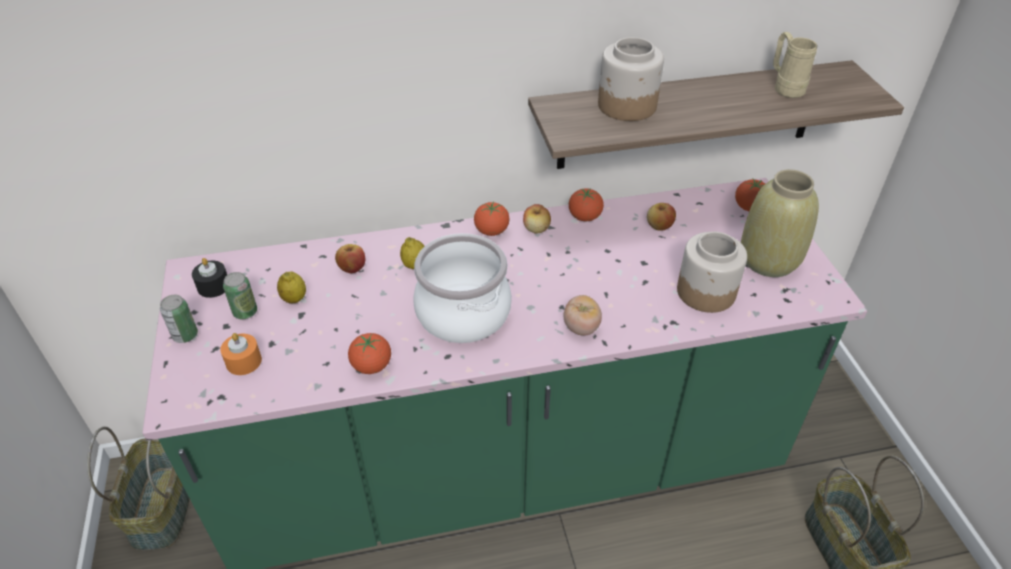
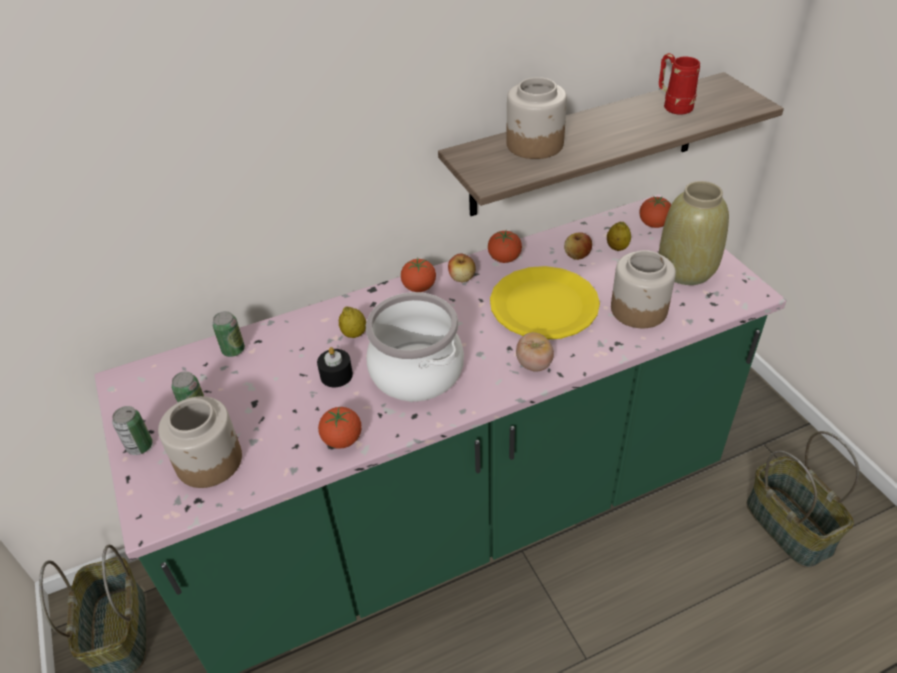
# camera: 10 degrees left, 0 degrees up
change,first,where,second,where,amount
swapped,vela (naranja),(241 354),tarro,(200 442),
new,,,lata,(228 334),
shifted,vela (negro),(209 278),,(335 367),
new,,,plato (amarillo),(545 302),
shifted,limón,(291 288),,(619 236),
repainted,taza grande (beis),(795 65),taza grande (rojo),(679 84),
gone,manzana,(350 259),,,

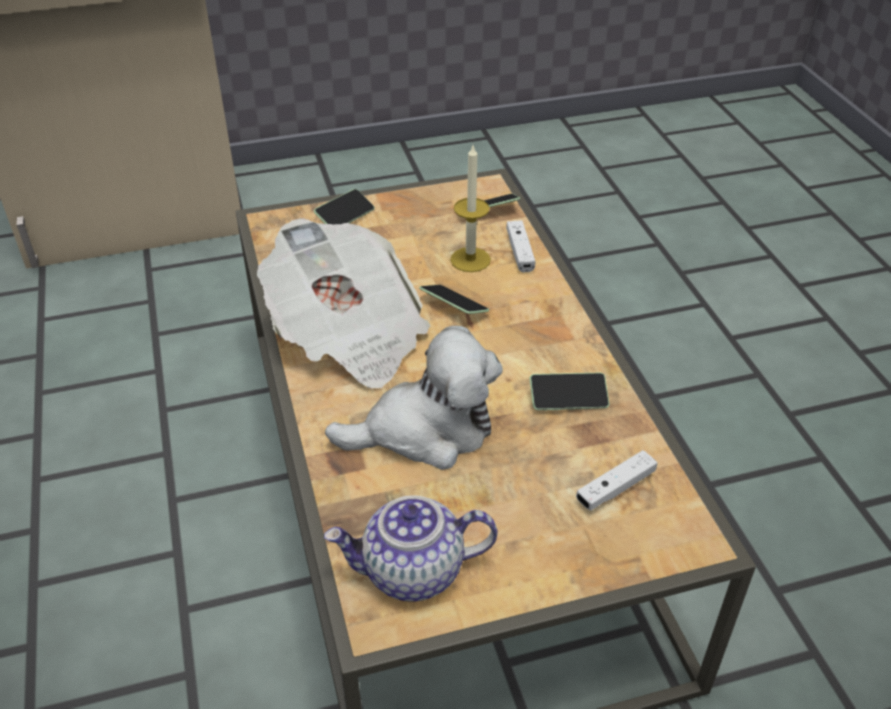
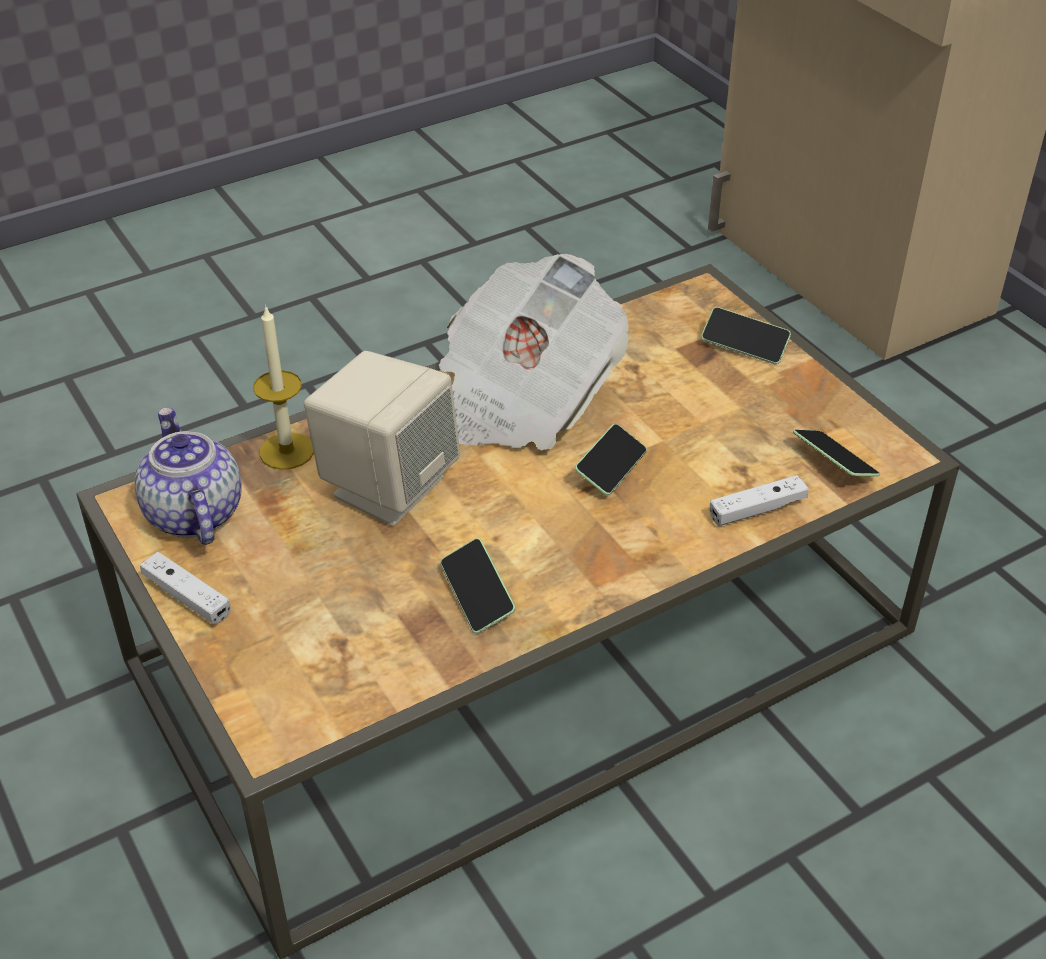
# camera: 75 degrees right, 0 degrees up
change,first,where,second,where,amount
shifted,mando de consola (blanco),(616 480),,(185 588),
shifted,vela,(470 209),,(283 387),
swapped,peluche,(414 398),altavoz (beis),(382 438),

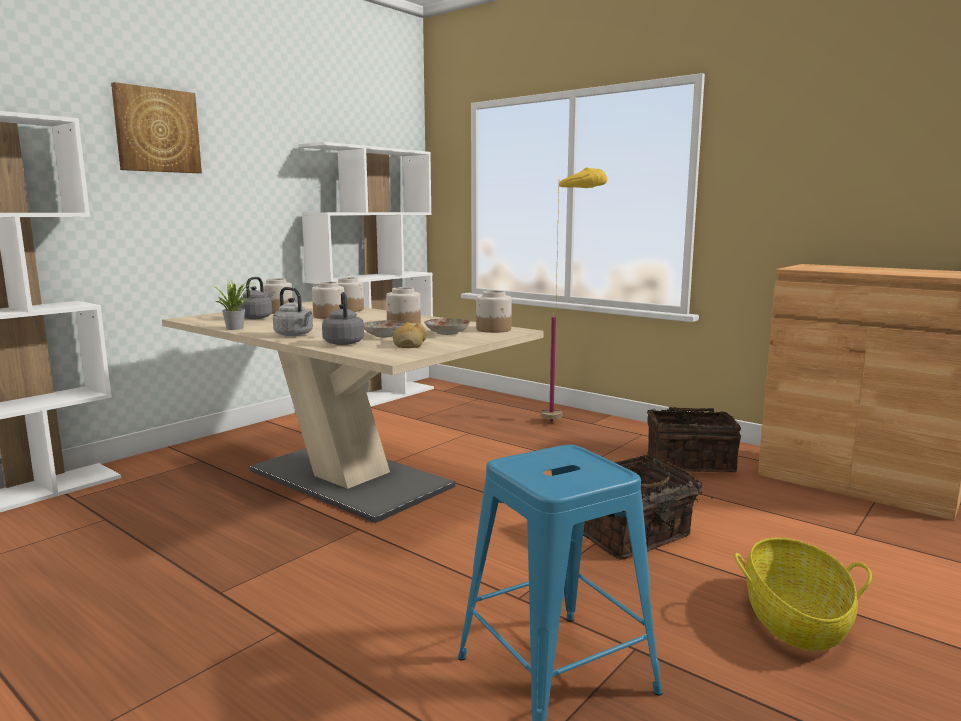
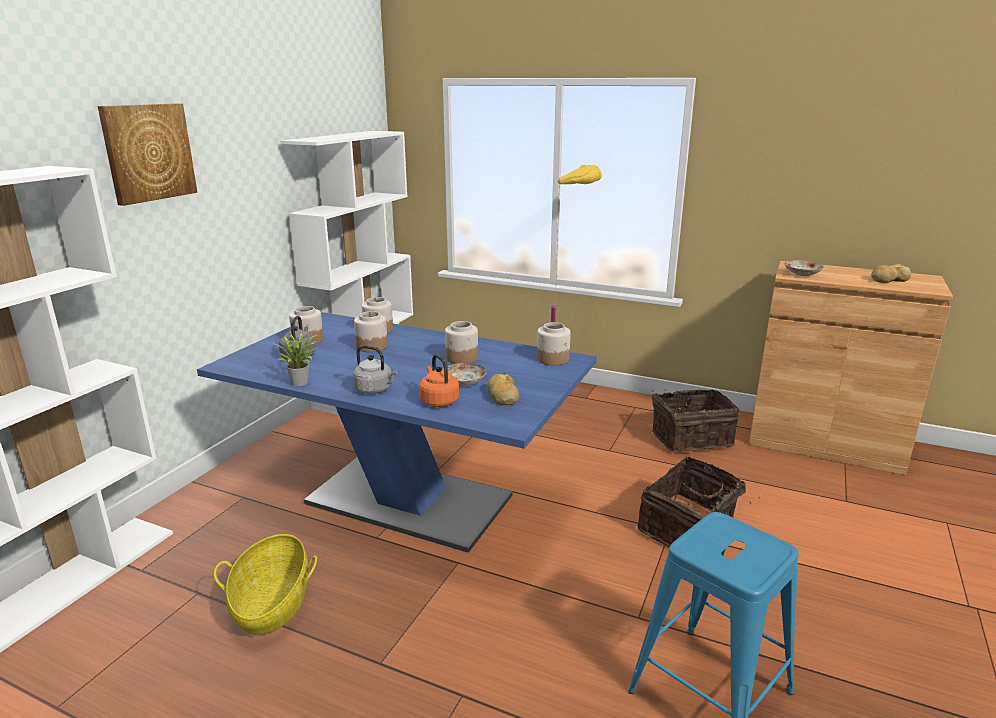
# camera: 15 degrees left, 10 degrees up
change,first,where,second,where,amount
repainted,mesa de comedor (beis),(352 412),mesa de comedor (azul),(397 432),
shifted,cesta,(803 594),,(265 584),
repainted,hervidor (gris),(343 318),hervidor (naranja),(439 380),
shifted,plato,(447 326),,(804 268),
new,,,pan,(891 273),

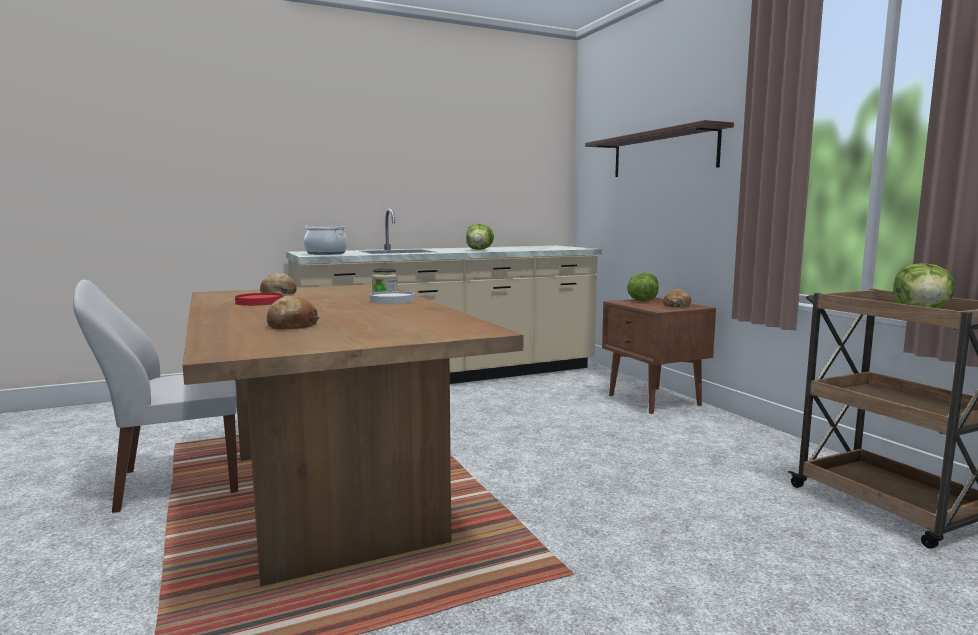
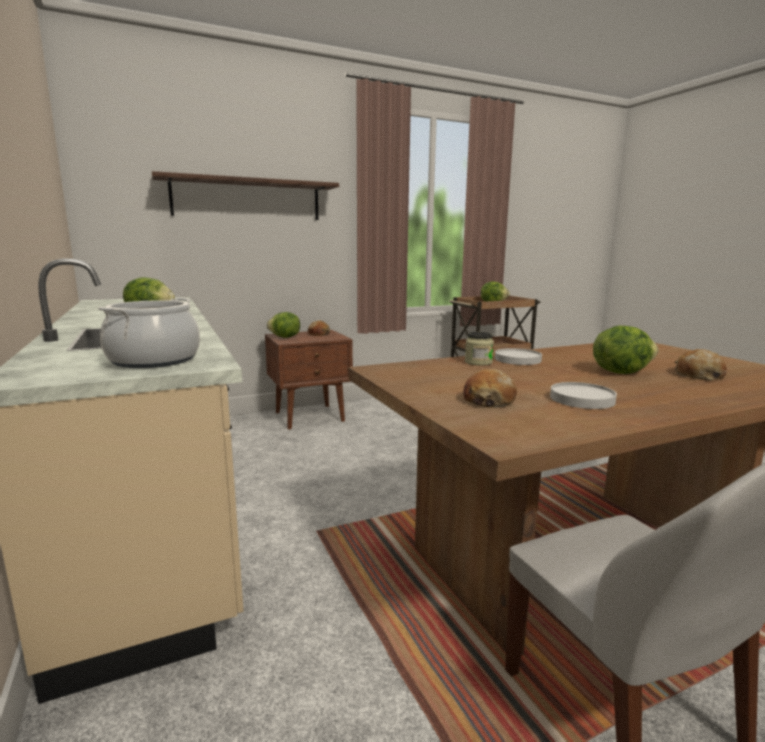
# camera: 90 degrees left, 5 degrees up
change,first,where,second,where,amount
repainted,plato (rojo),(259 299),plato (blanco),(583 395),
new,,,lechuga,(625 350),

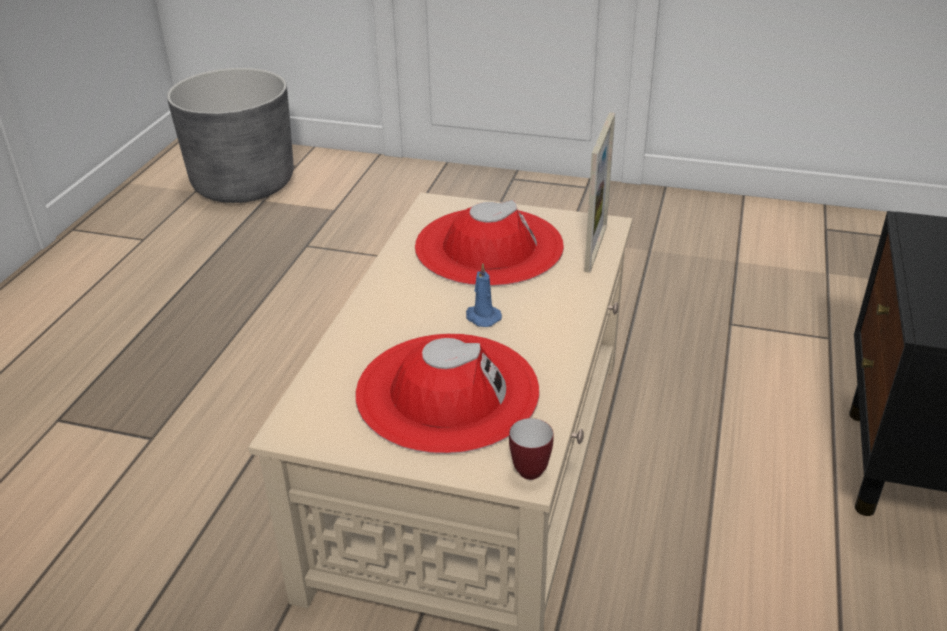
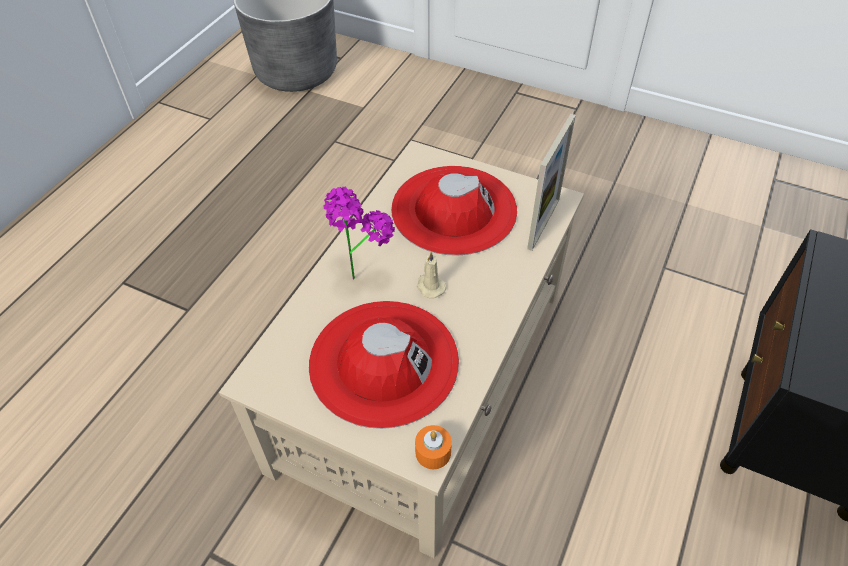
# camera: 10 degrees right, 15 degrees up
change,first,where,second,where,amount
new,,,planta en maceta,(359 233),
swapped,taza grande,(531 449),vela (naranja),(433 447),
repainted,vela (azul),(484 295),vela (beis),(431 275),

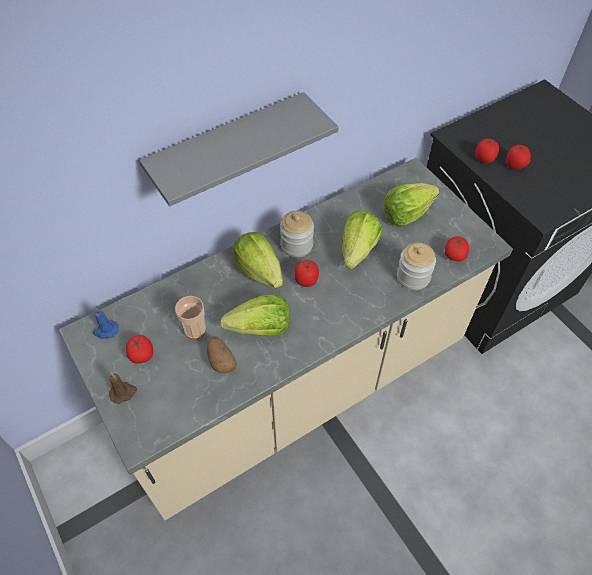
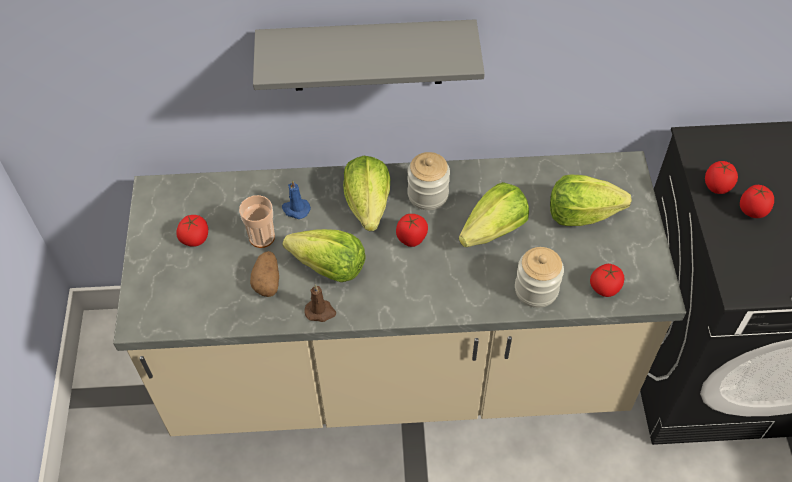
# camera: 30 degrees right, 0 degrees up
change,first,where,second,where,amount
shifted,vela (azul),(106 323),,(296 199),
shifted,vela (marrón),(123 388),,(320 303),

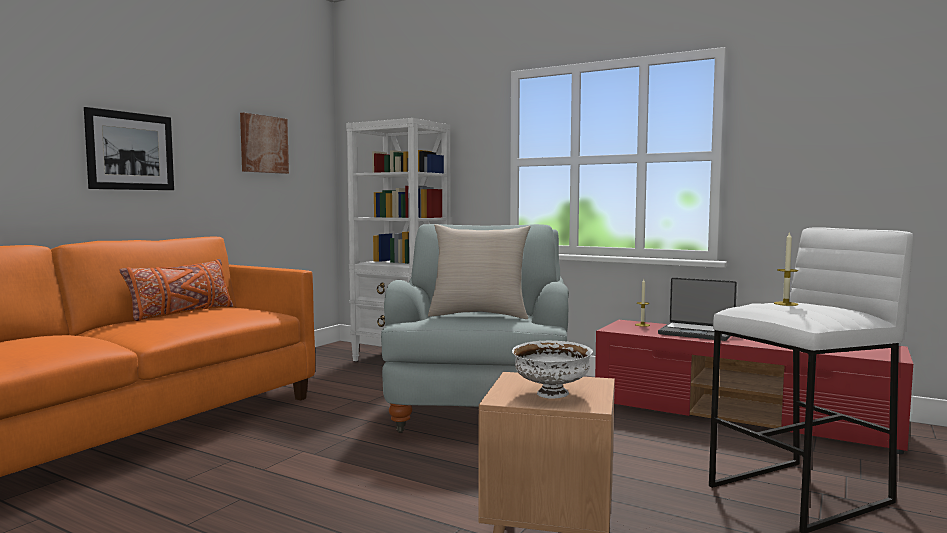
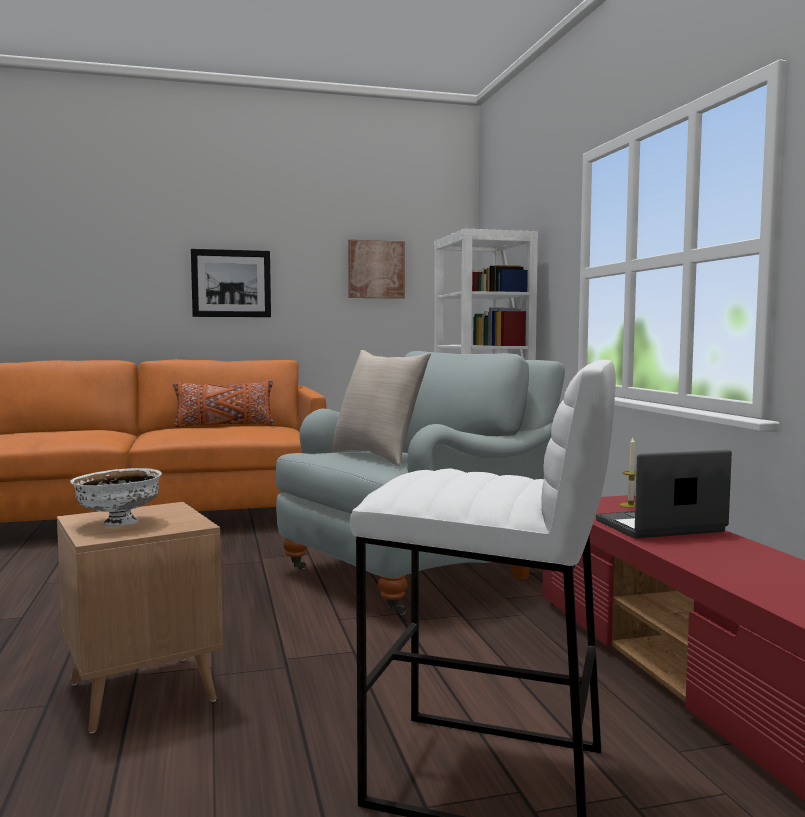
# camera: 45 degrees right, 0 degrees up
change,first,where,second,where,amount
rotated,portátil,(697 309),,(664 494),90 degrees clockwise
gone,vela,(786 268),,,

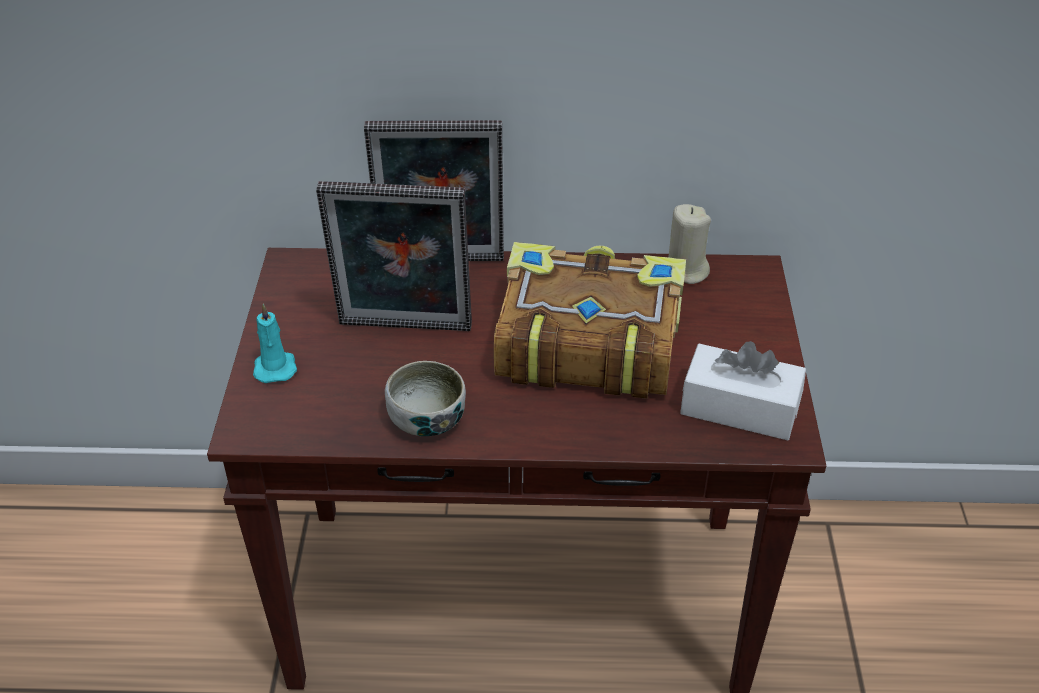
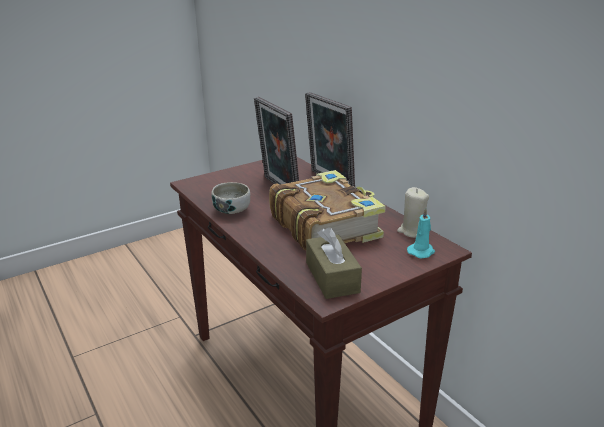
# camera: 55 degrees right, 15 degrees down
change,first,where,second,where,amount
repainted,caja de pañuelos (blanco),(743 390),caja de pañuelos (marrón),(334 263),
shifted,vela (turquesa),(275 343),,(421 233),

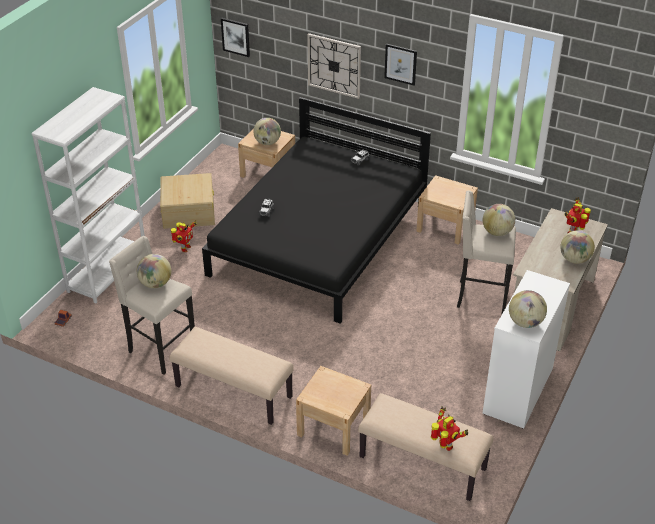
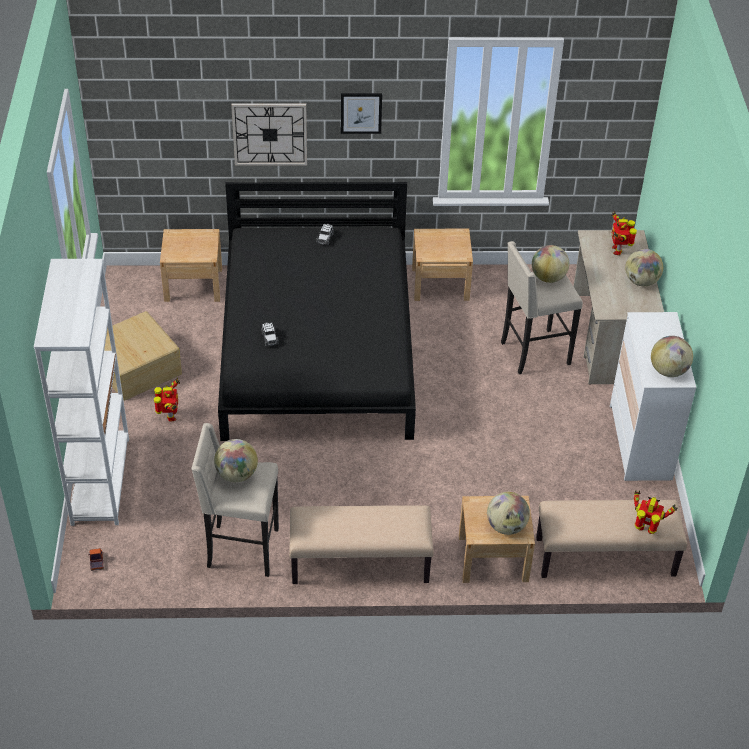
# camera: 30 degrees left, 5 degrees up
change,first,where,second,where,amount
shifted,globo terráqueo,(267 131),,(508 513),
gone,cuadro,(235 37),,,

